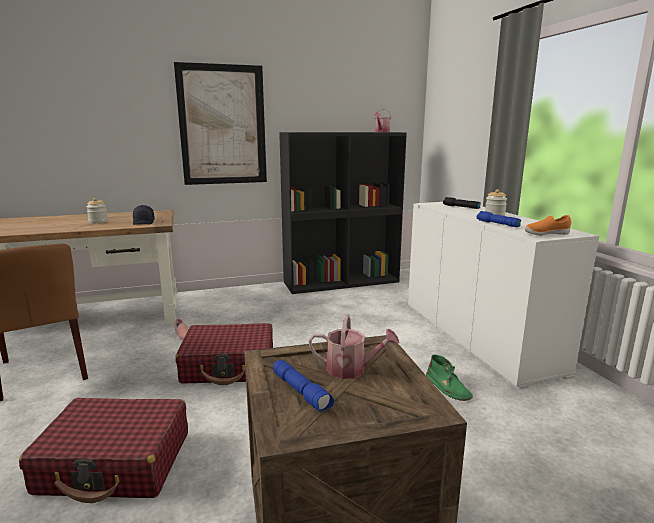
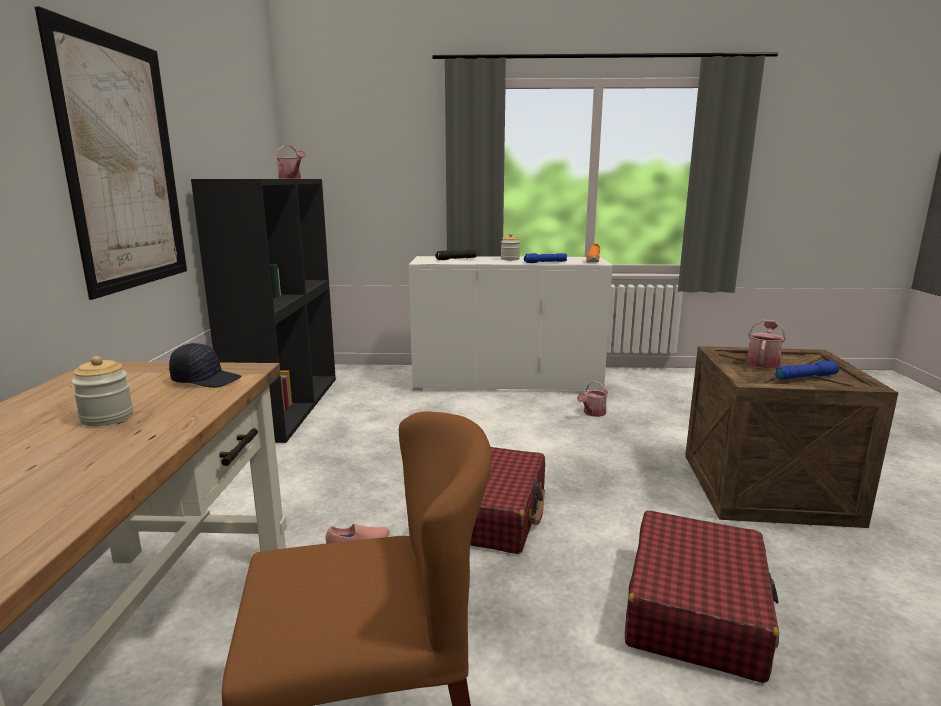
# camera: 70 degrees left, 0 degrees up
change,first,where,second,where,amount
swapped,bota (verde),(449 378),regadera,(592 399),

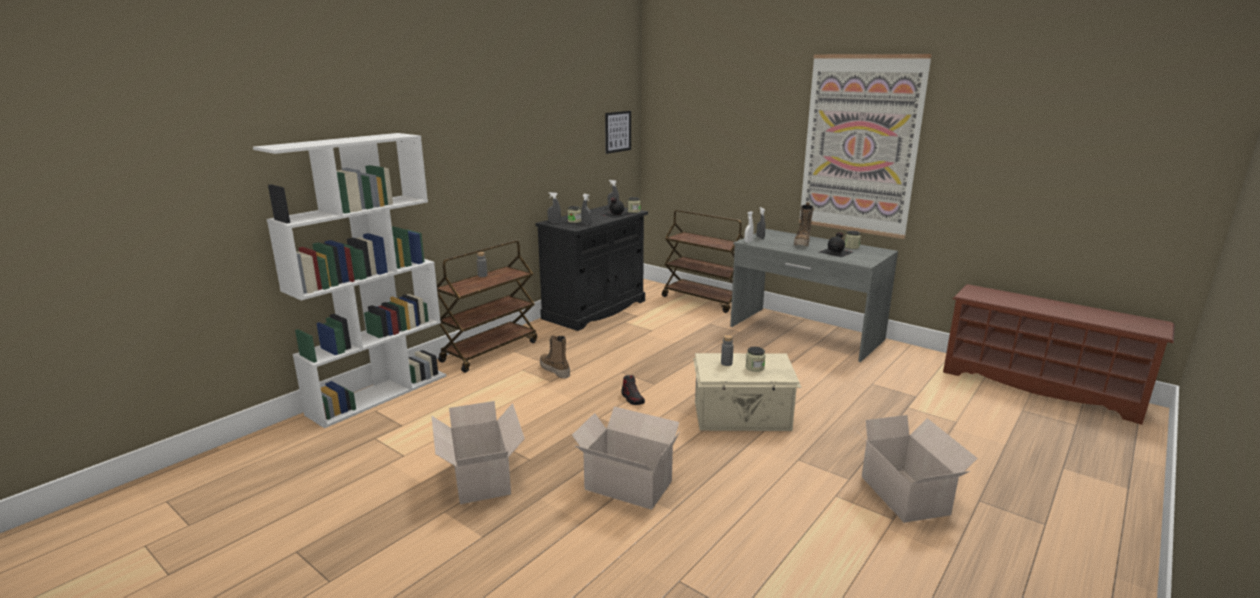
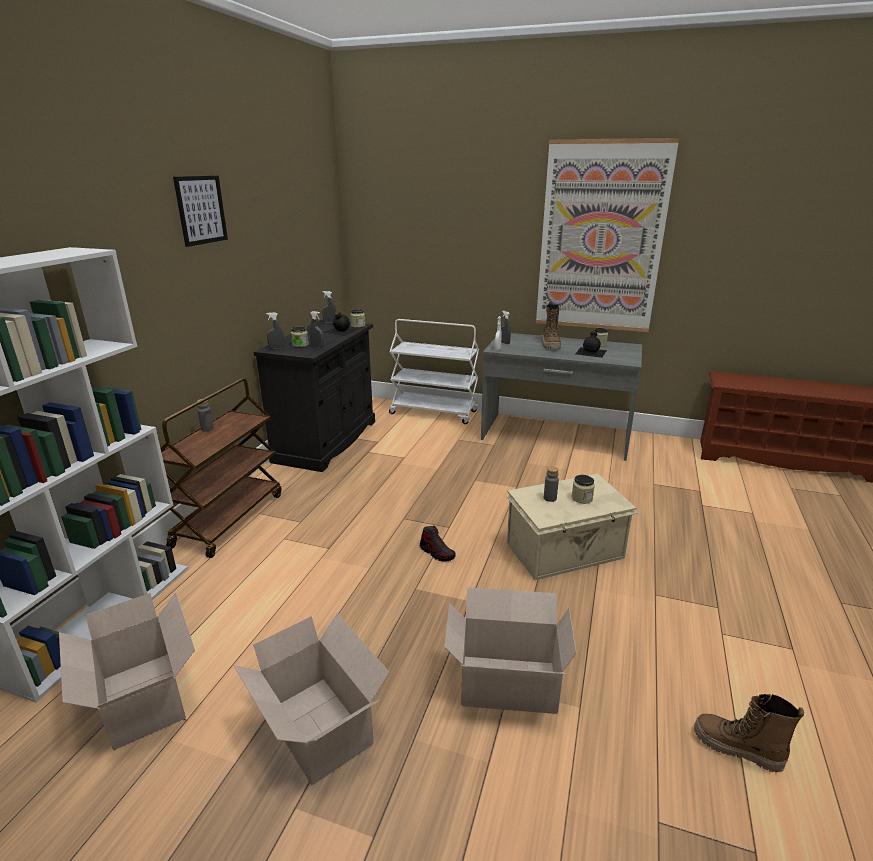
# camera: 20 degrees left, 5 degrees up
change,first,where,second,where,amount
shifted,caja de cartón,(915 469),,(127 671),
shifted,cuadro,(618 132),,(200 211),
repainted,carrito (marrón),(702 261),carrito (blanco),(434 371),
shifted,bota,(555 357),,(749 733),

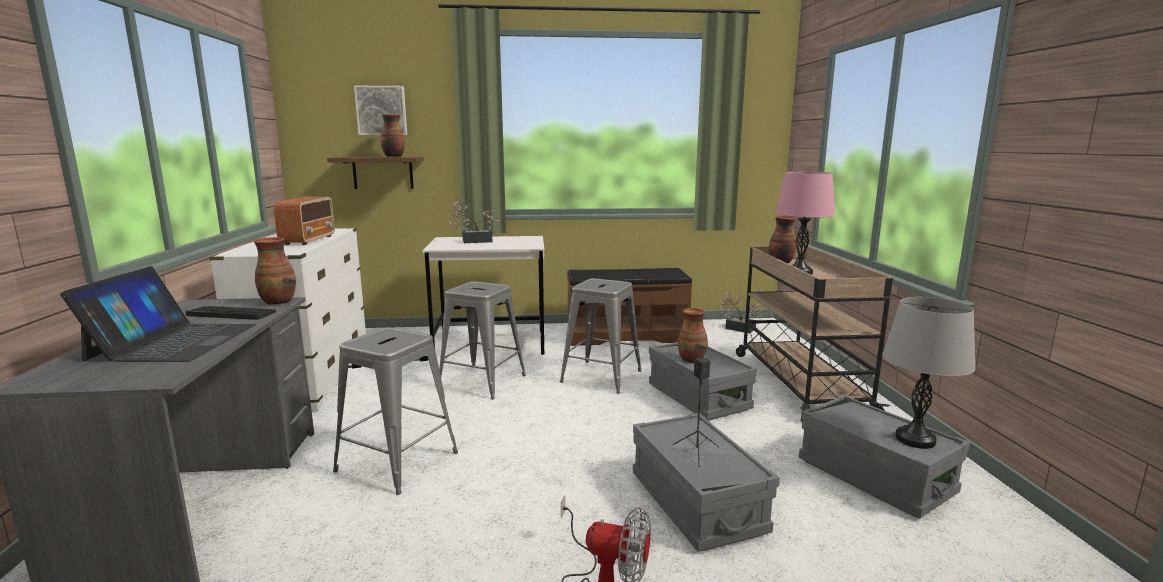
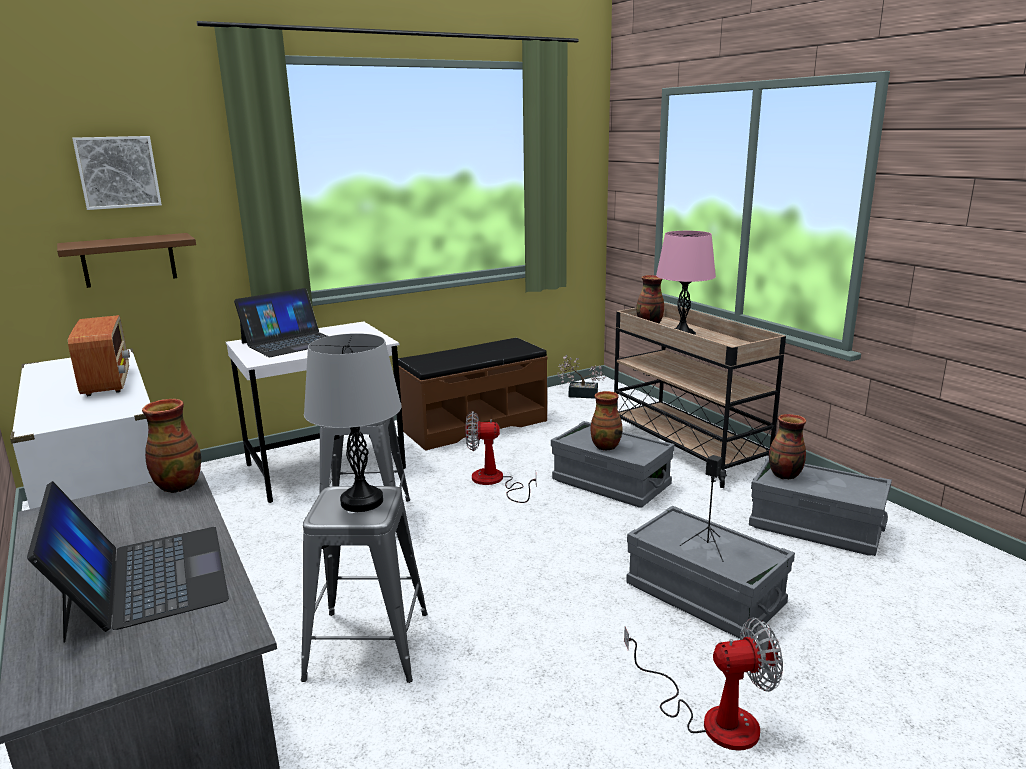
# camera: 25 degrees left, 5 degrees up
change,first,where,second,where,amount
swapped,planta en maceta,(474 222),portátil,(281 322),
shifted,lámpara de mesa (gris),(929 373),,(353 422),
swapped,taburete (gris),(601 336),ventilador,(500 457),
shifted,florero,(393 135),,(787 447),
gone,teclado,(231 313),,,

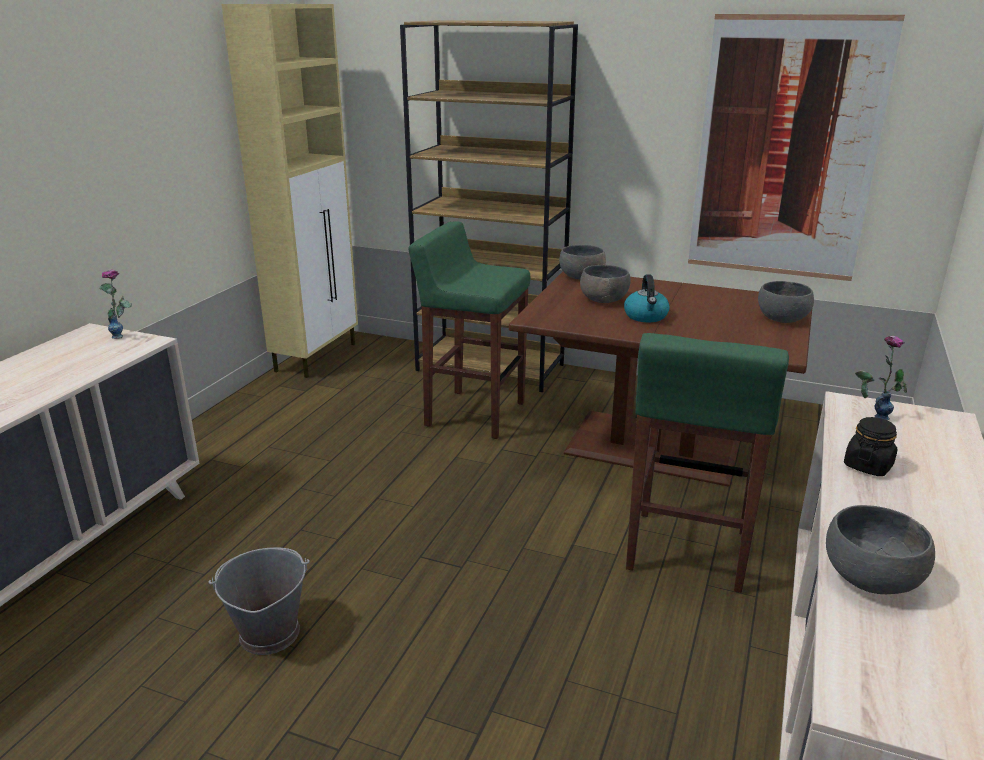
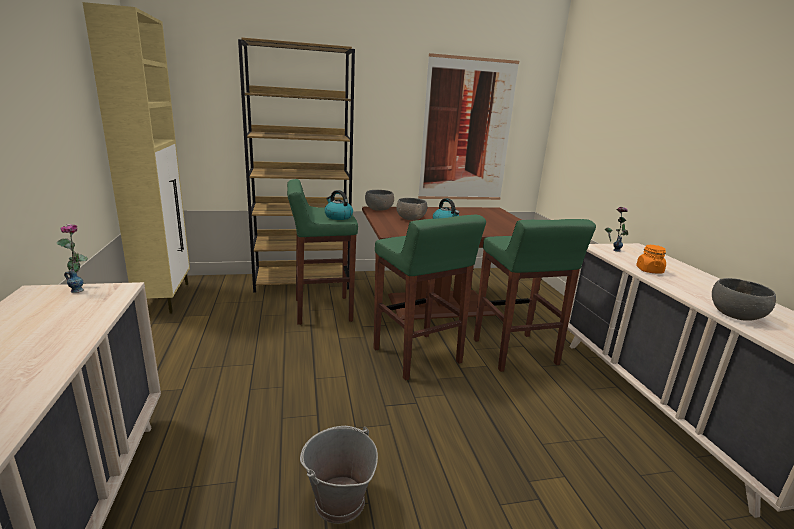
# camera: 35 degrees left, 5 degrees down
change,first,where,second,where,amount
new,,,hervidor,(339 205),
new,,,taburete (verde),(430 297),
repainted,tarro (negro),(870 446),tarro (naranja),(651 259),
gone,cuenco (gris),(786 302),,,

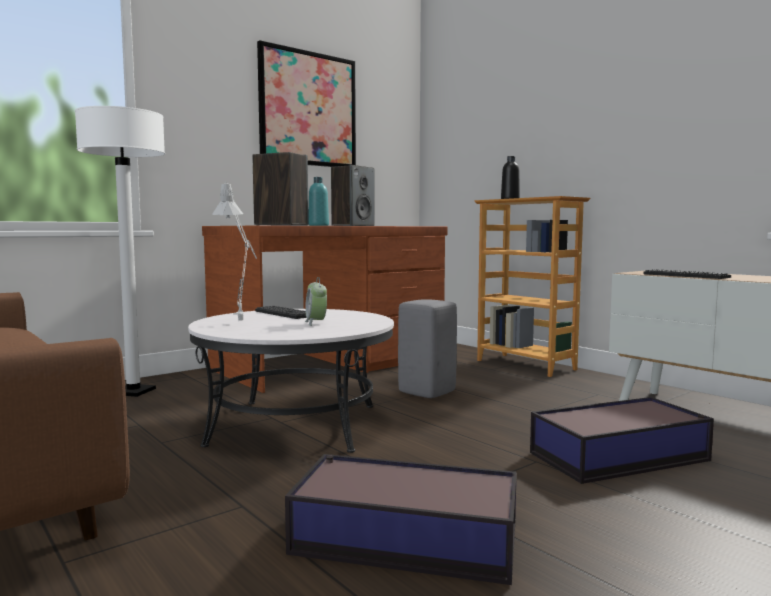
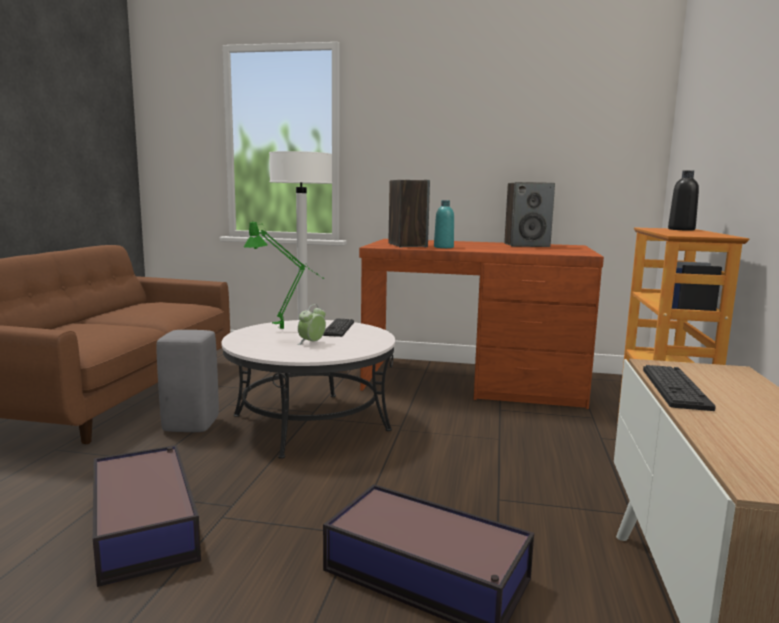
# camera: 50 degrees right, 5 degrees up
change,first,where,second,where,amount
shifted,taburete (gris),(427 348),,(187 381),
repainted,lámpara de mesa (gris),(234 252),lámpara de mesa (verde),(284 275),
gone,cuadro,(306 103),,,

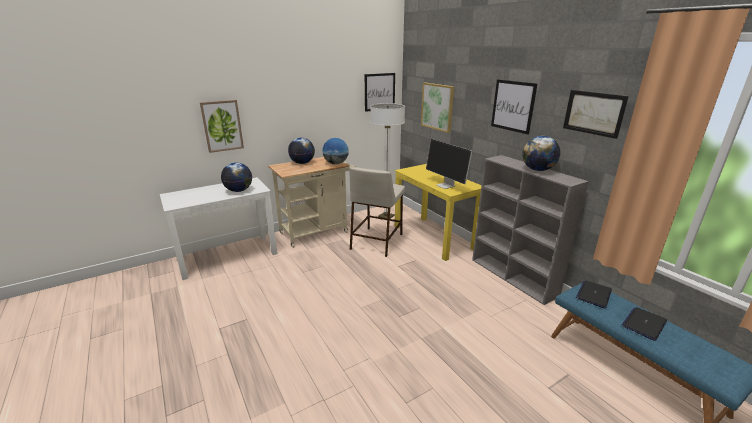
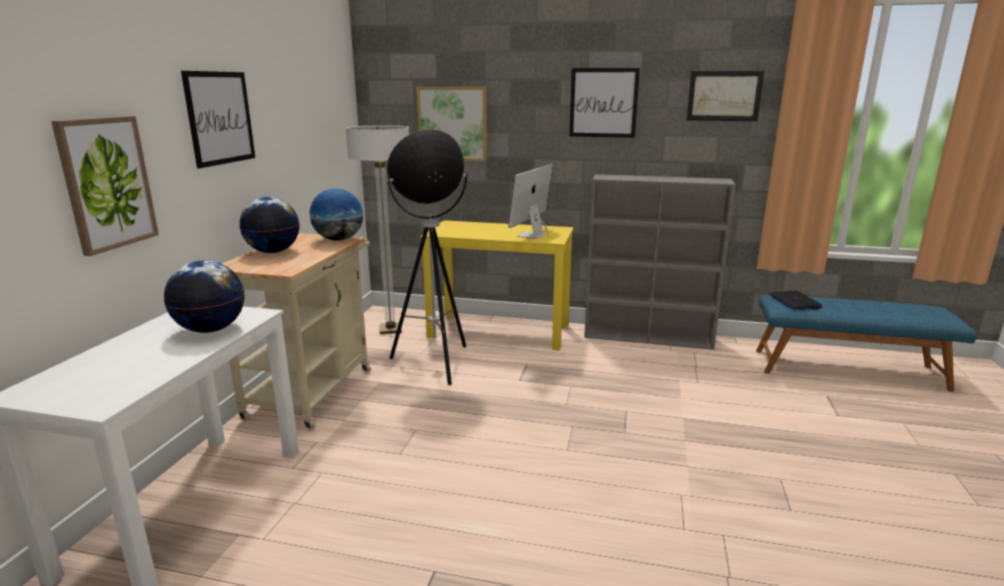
# camera: 45 degrees left, 5 degrees down
change,first,where,second,where,amount
shifted,cuadro,(380 92),,(218 119),
swapped,taburete (beis),(377 212),lámpara de pie,(427 257),
rotated,monitor,(449 164),,(530 201),105 degrees clockwise
gone,globo terráqueo,(541 153),,,
gone,portátil,(644 324),,,

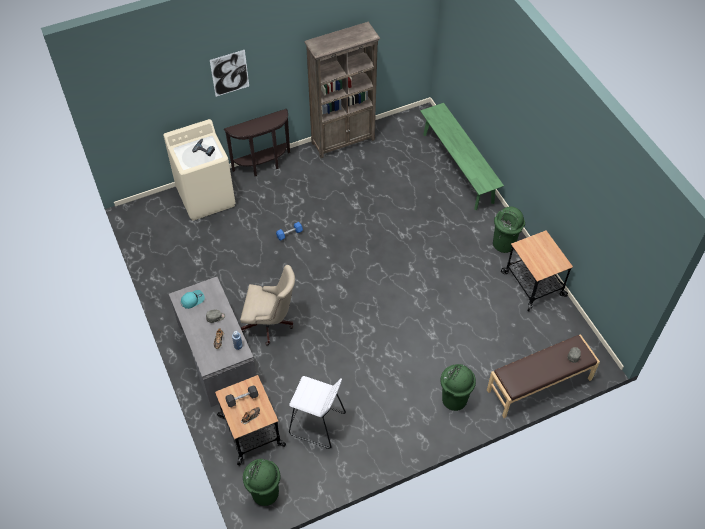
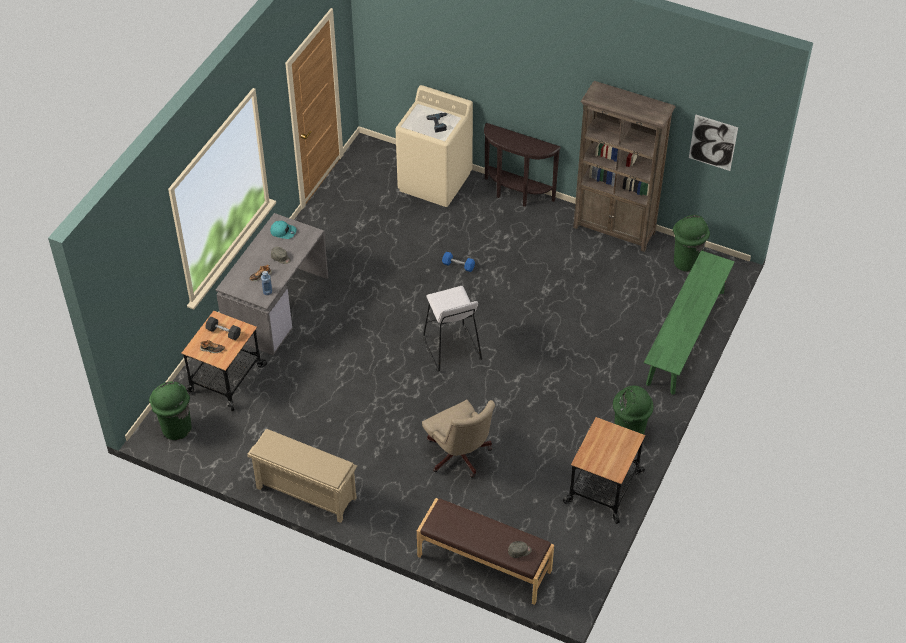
# camera: 50 degrees right, 5 degrees down
change,first,where,second,where,amount
new,,,zapatero (beis),(302 476),
shifted,silla de oficina (beis),(267 305),,(458 439),
shifted,taburete (blanco),(317 412),,(452 329),
shifted,papelera (verde),(458 387),,(691 243),
shifted,cuadro,(229 73),,(713 142),

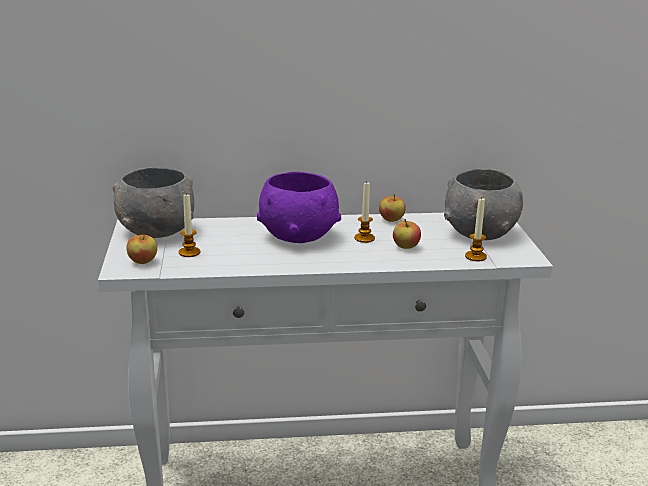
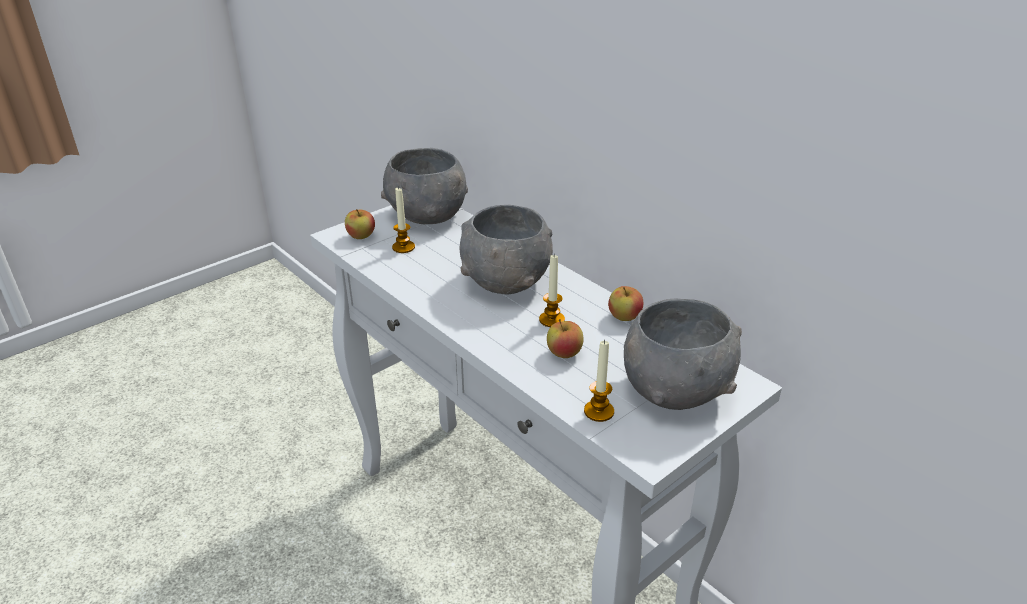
# camera: 55 degrees right, 10 degrees up
change,first,where,second,where,amount
repainted,cuenco (morado),(299 207),cuenco (gris),(506 249),

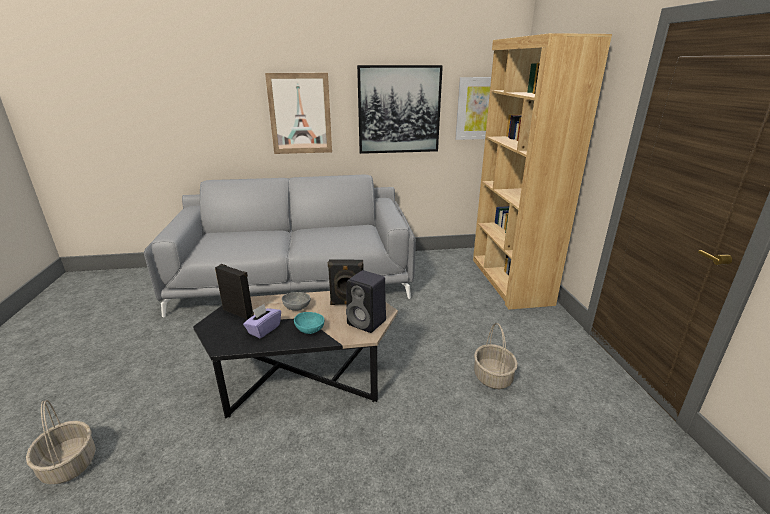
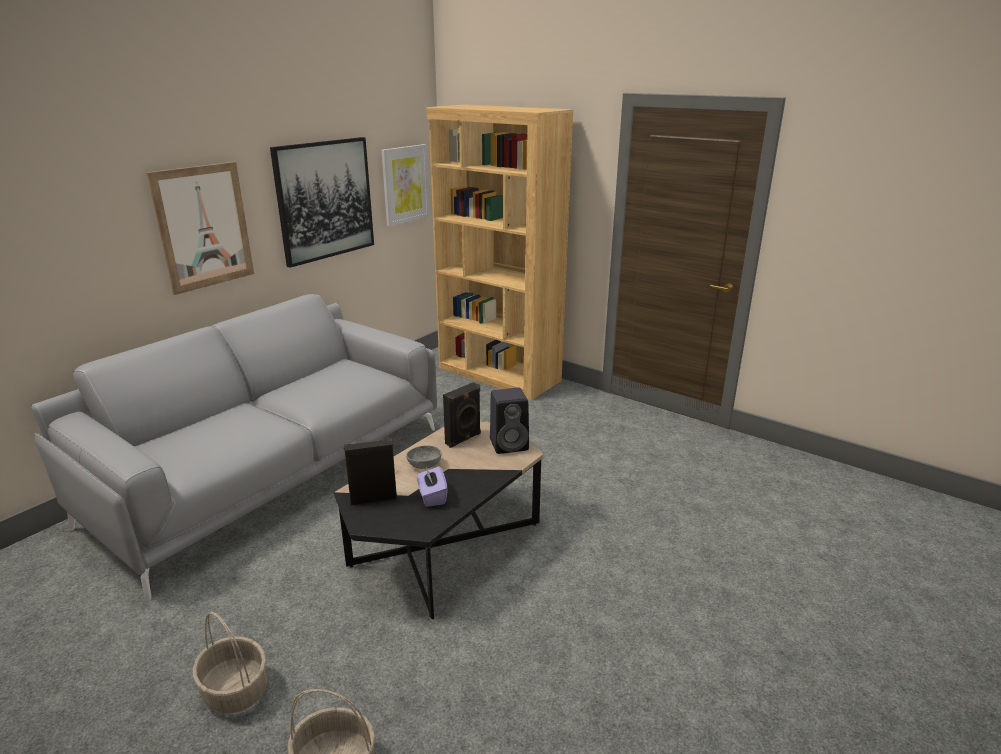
# camera: 45 degrees left, 0 degrees up
change,first,where,second,where,amount
shifted,cesta,(496 356),,(230 662),
gone,cuenco (turquesa),(309 323),,,

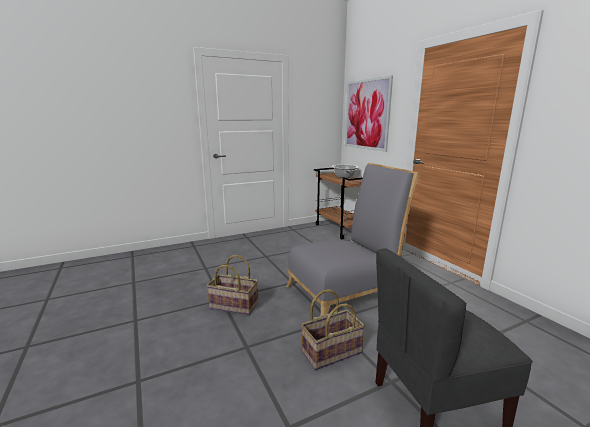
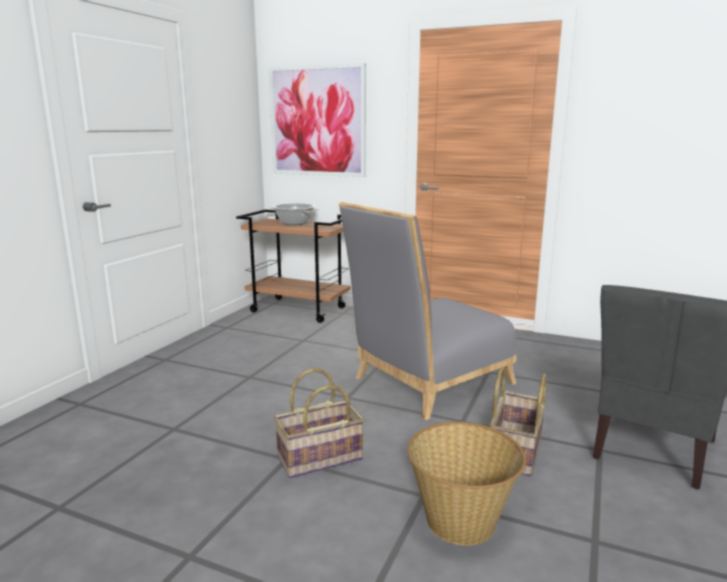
# camera: 40 degrees left, 0 degrees up
change,first,where,second,where,amount
rotated,silla (gris),(352 239),,(428 311),150 degrees counterclockwise
new,,,cesta,(467 484),

